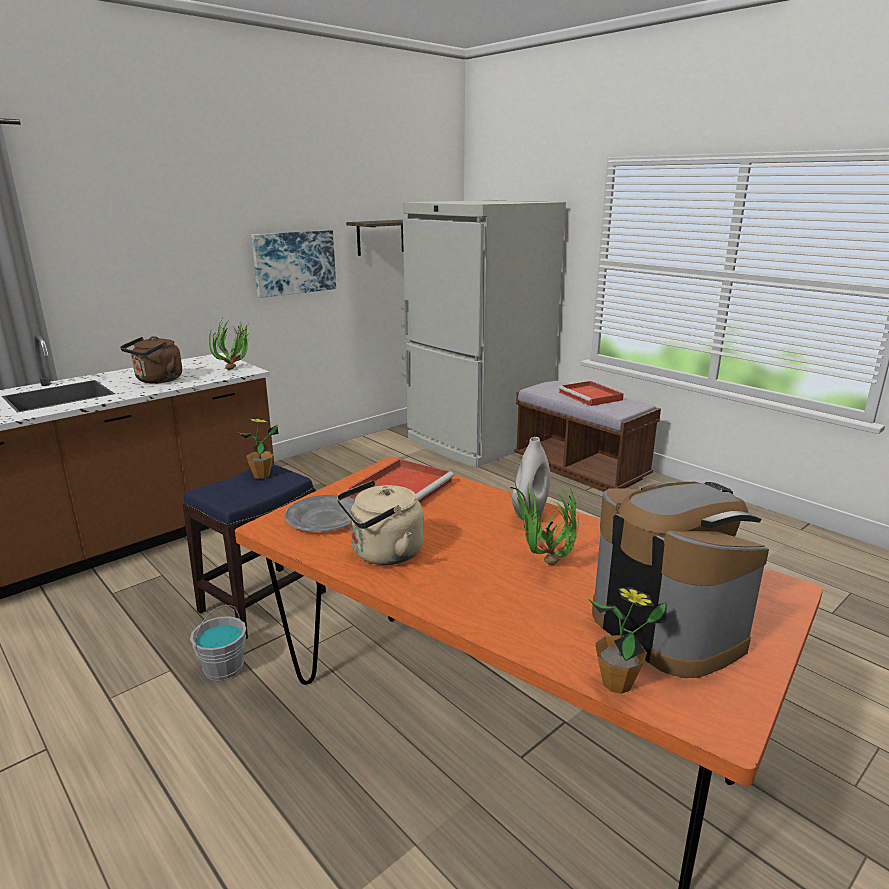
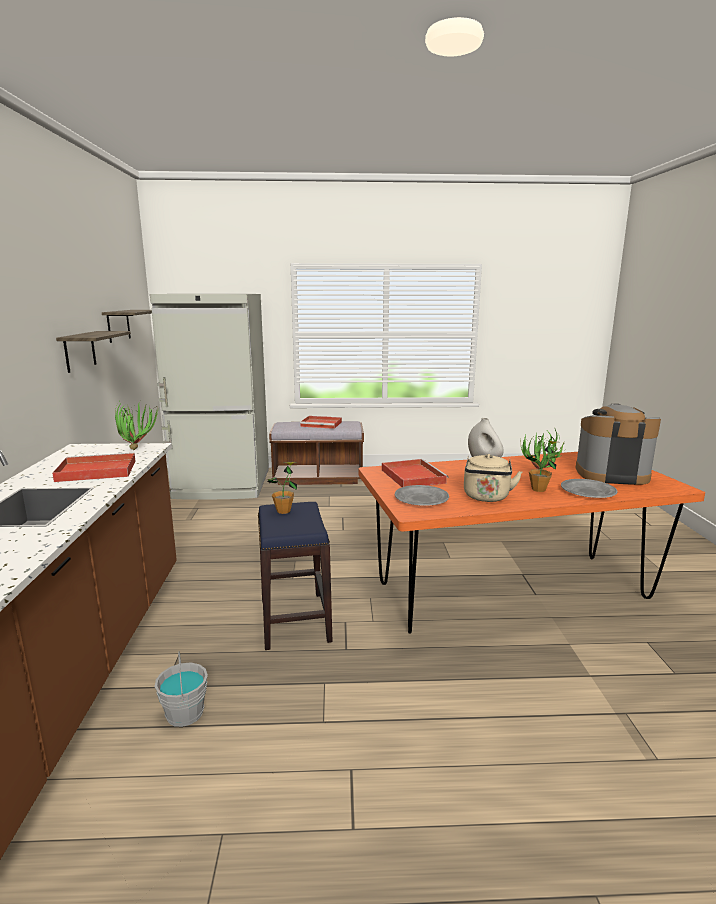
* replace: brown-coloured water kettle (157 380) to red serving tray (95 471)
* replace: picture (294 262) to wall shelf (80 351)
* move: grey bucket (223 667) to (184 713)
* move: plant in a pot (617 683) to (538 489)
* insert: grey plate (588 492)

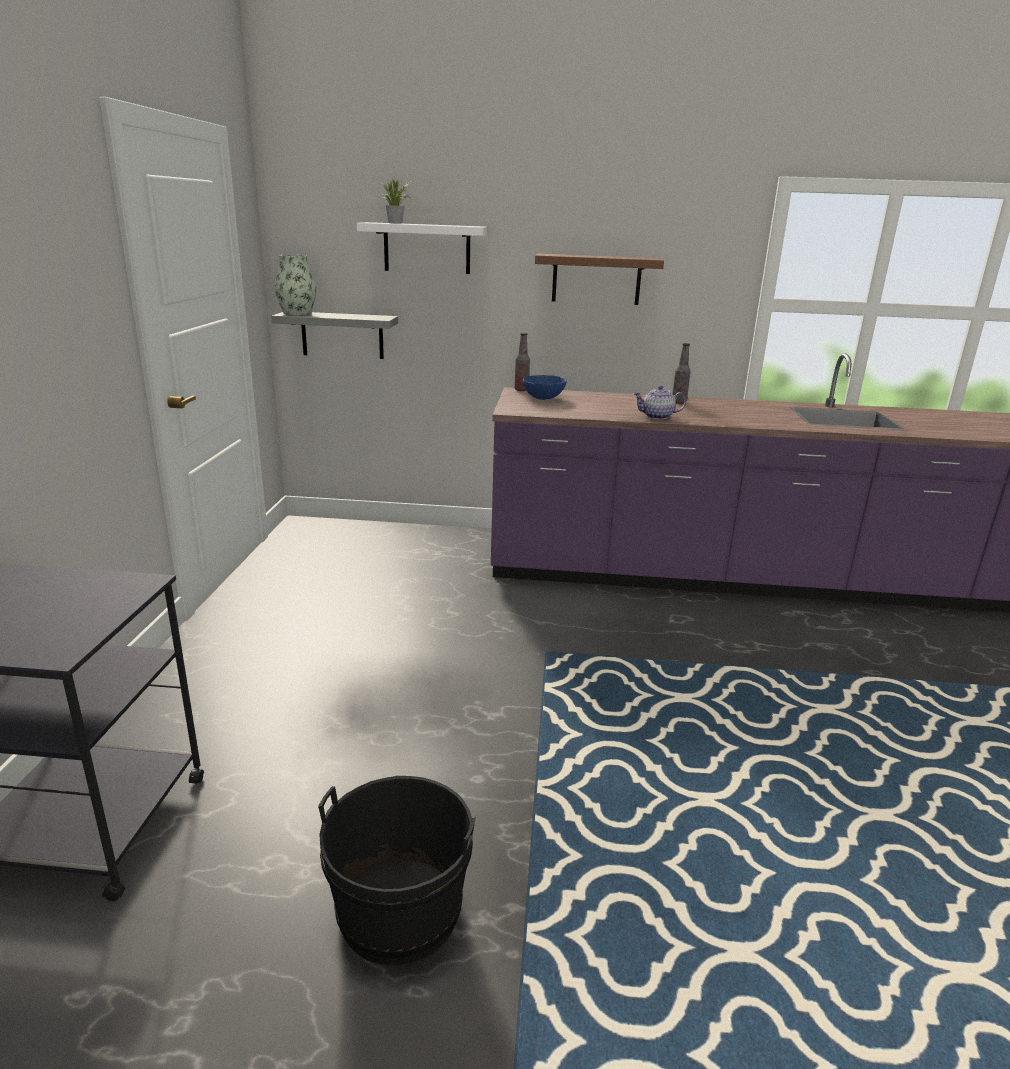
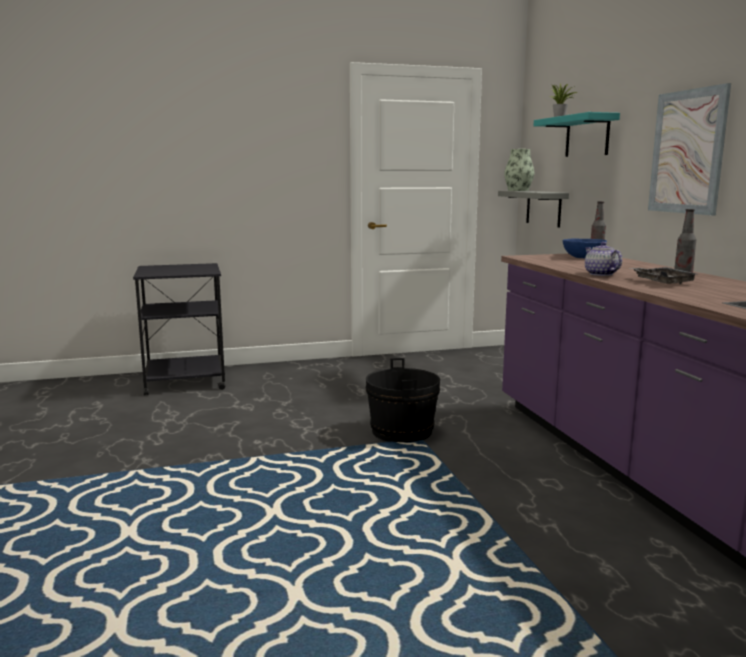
* move: black-coloured bucket (399 911) to (402 431)
* recolor: whitish wall shelf (427 248) to turquoise wall shelf (587 136)
* insert: grey serving tray (662 282)
* replace: brown-coloured wall shelf (596 279) to picture (687 152)

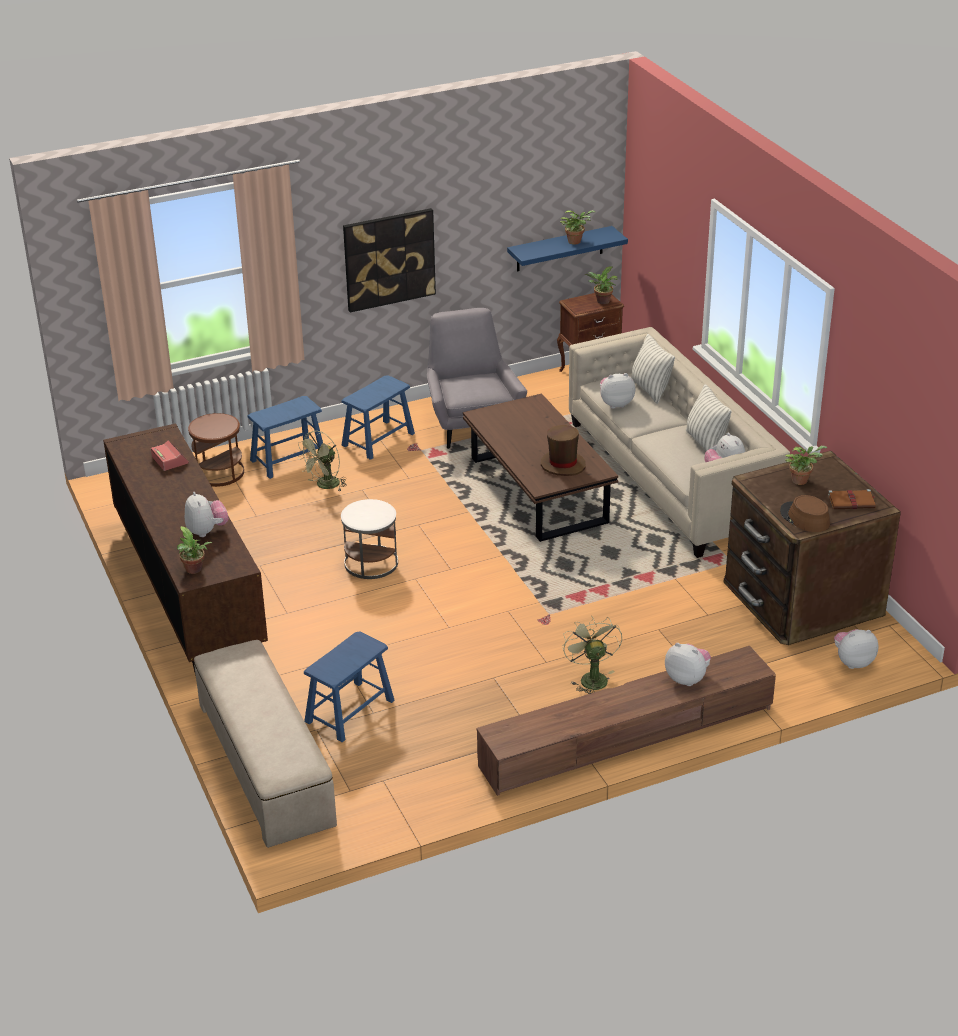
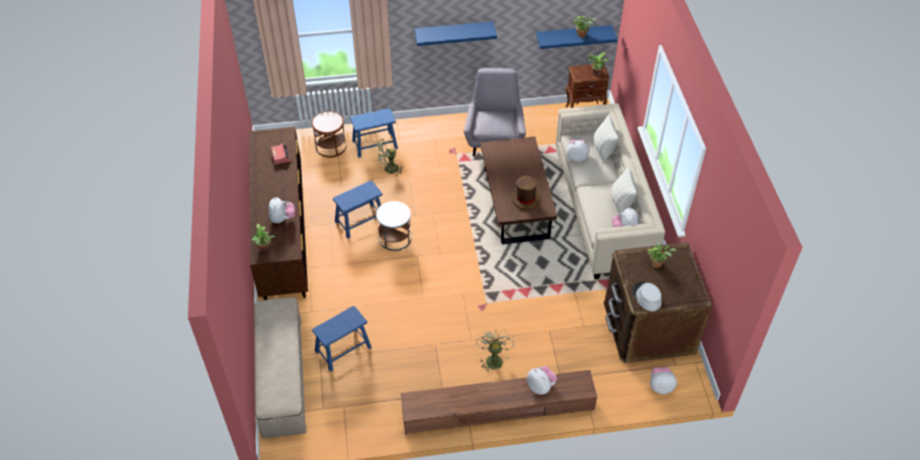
* move: bluish stool (378 439) to (360 220)
* replace: picture (389 259) to bluish wall shelf (454 32)
* recolor: brown-coloured clothing hat (804 518) to grey clothing hat (646 297)
* delete: brown-coloured volume (852 501)

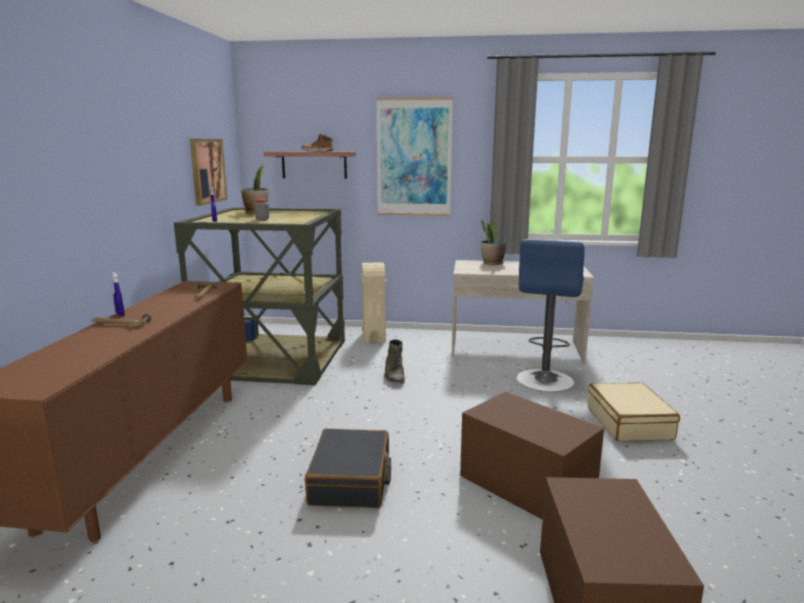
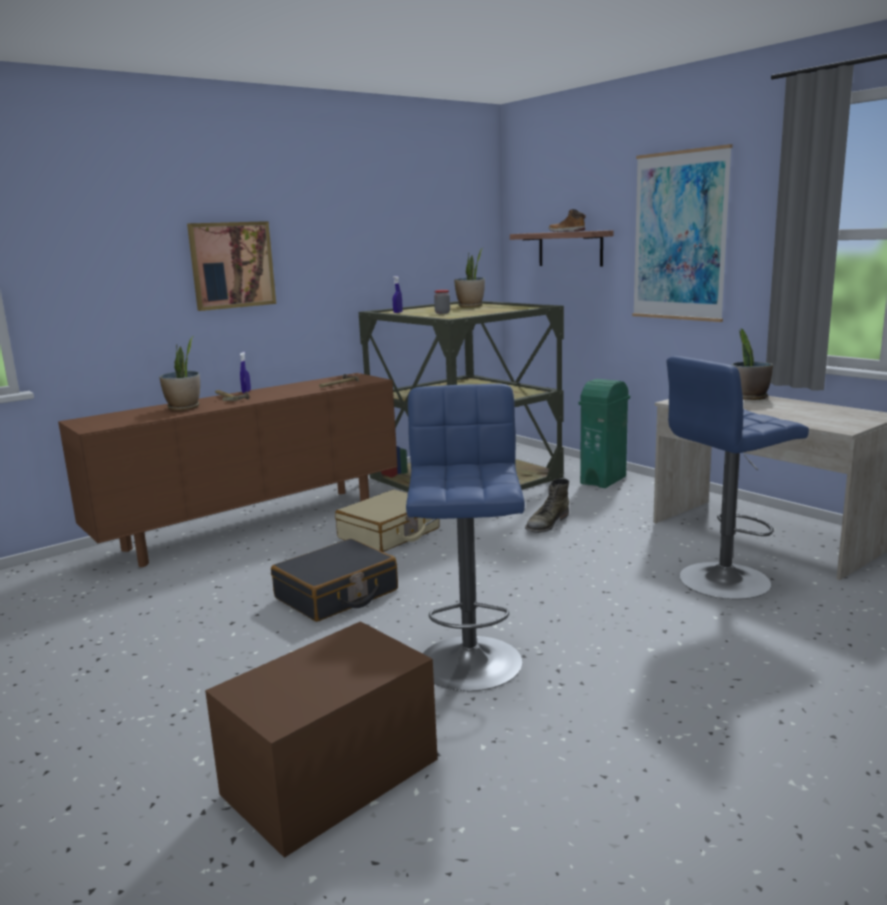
* insert: plant in a pot (184 407)
* move: picture (207 171) to (232 265)
* move: beige-coloured travel case (629 423) to (389 534)
* replace: brown-coloured storage box (526 484) to bluish stool (471 662)
* recolor: beige-coloured waste bin (374 337) to green waste bin (604 480)

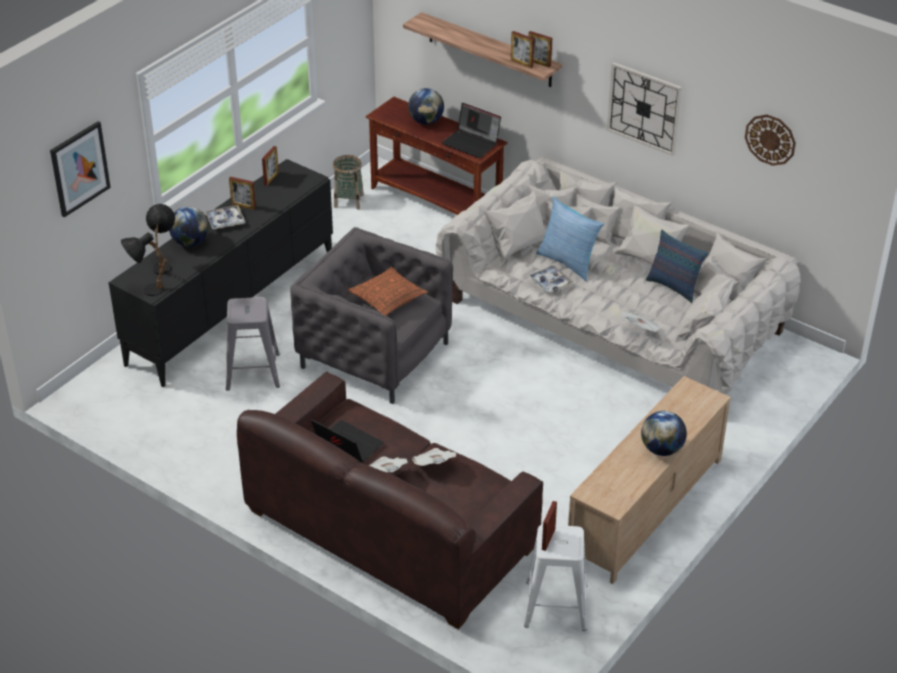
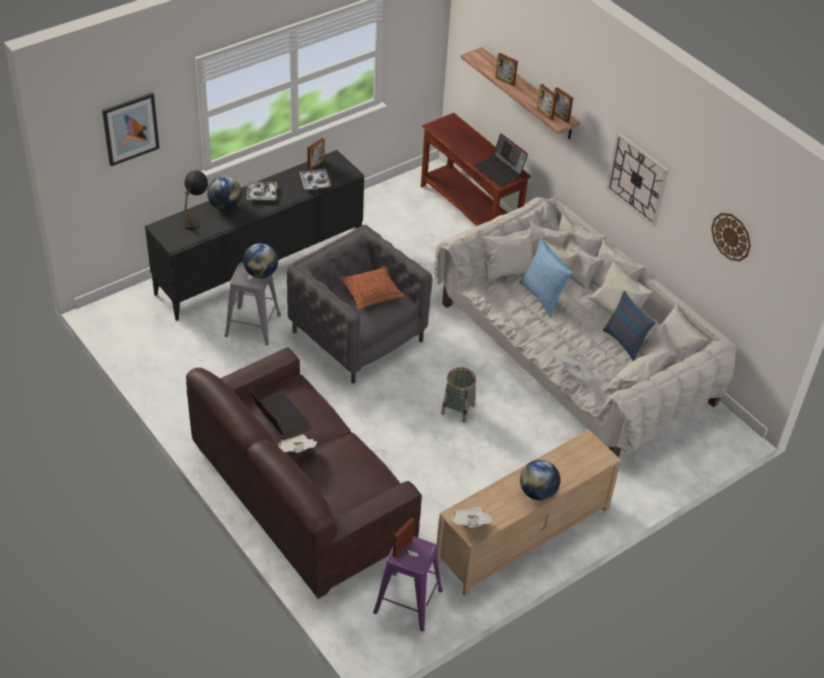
* move: desk globe (426 121) to (261 273)
* move: serving tray (549 283) to (315 182)
* recolor: whitish stool (556 605) to purplish stool (408 601)
* move: basket (348 201) to (458 409)
* move: printed paper (434 465) to (471 523)
* move: picture frame (243 206) to (505 81)
* delete: black-coloured tabletop lamp (146 290)

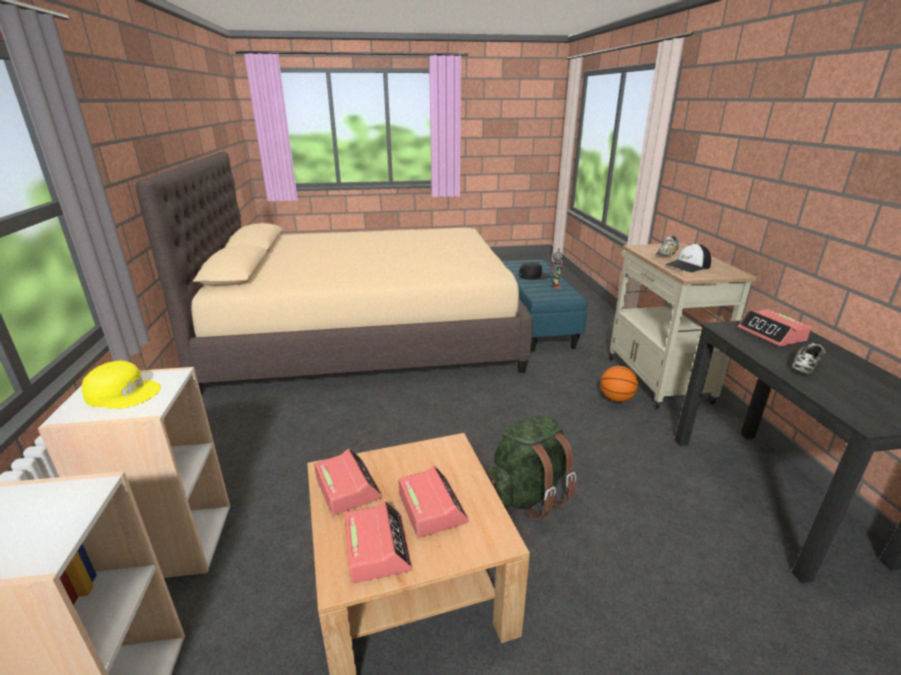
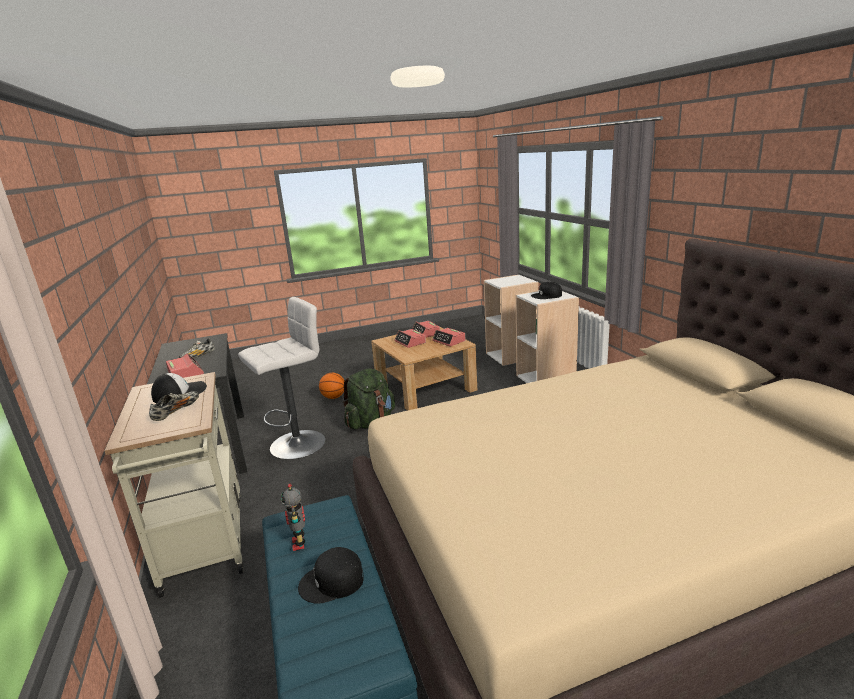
* insert: whitish stool (298 444)
* move: ball for basketball (616 399) to (334 397)
* recolor: yellow cap (124 393) to black-coloured cap (547 295)

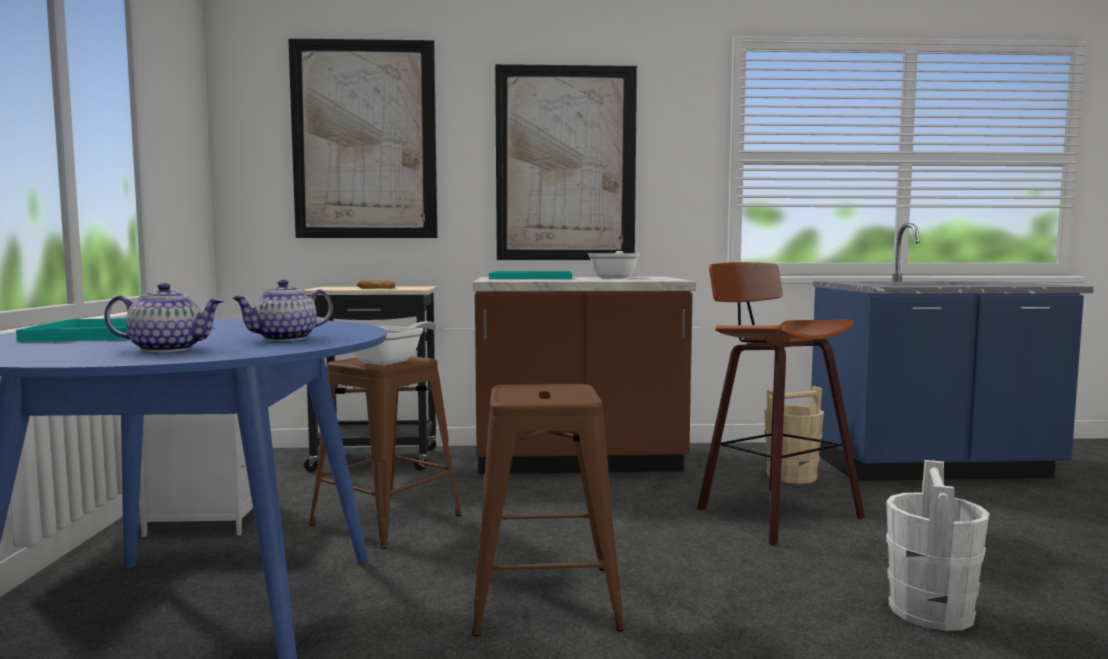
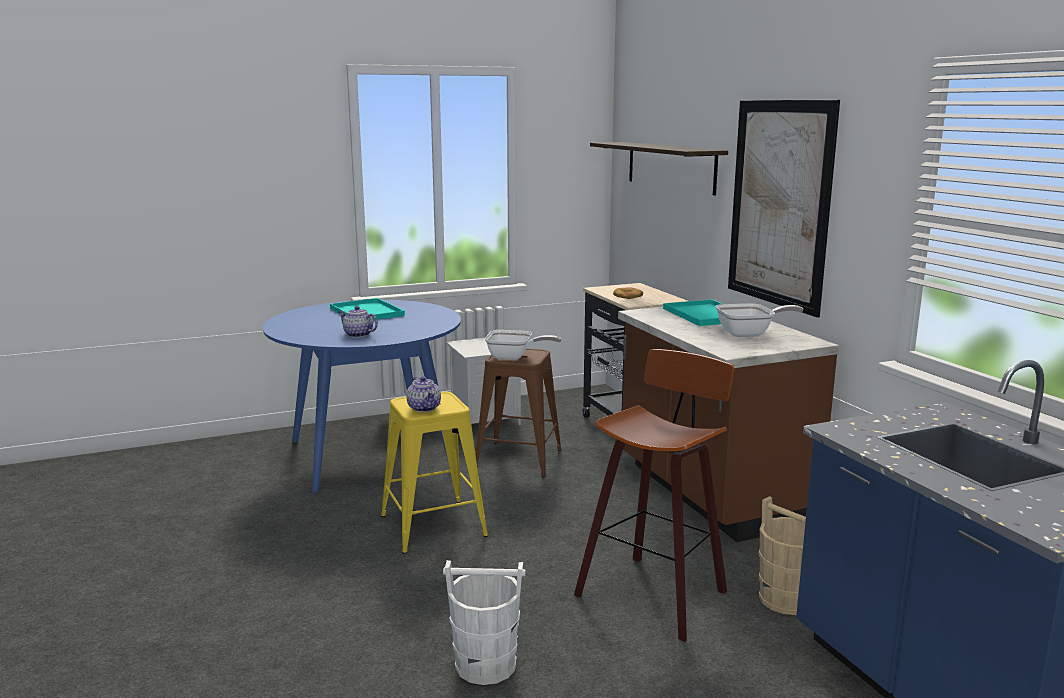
* recolor: brown-coloured stool (545 599) to yellow stool (433 525)
* move: pot for tea (168 349) to (424 408)
* replace: picture (364 140) to wall shelf (670 166)

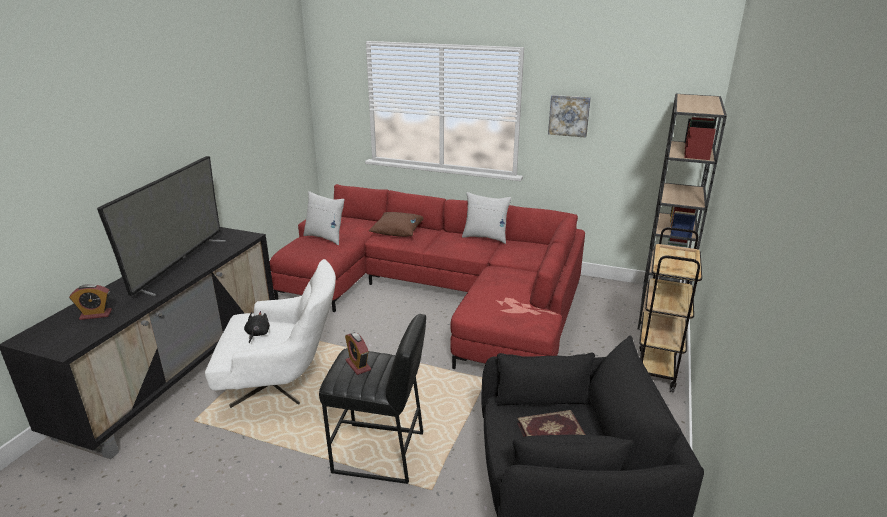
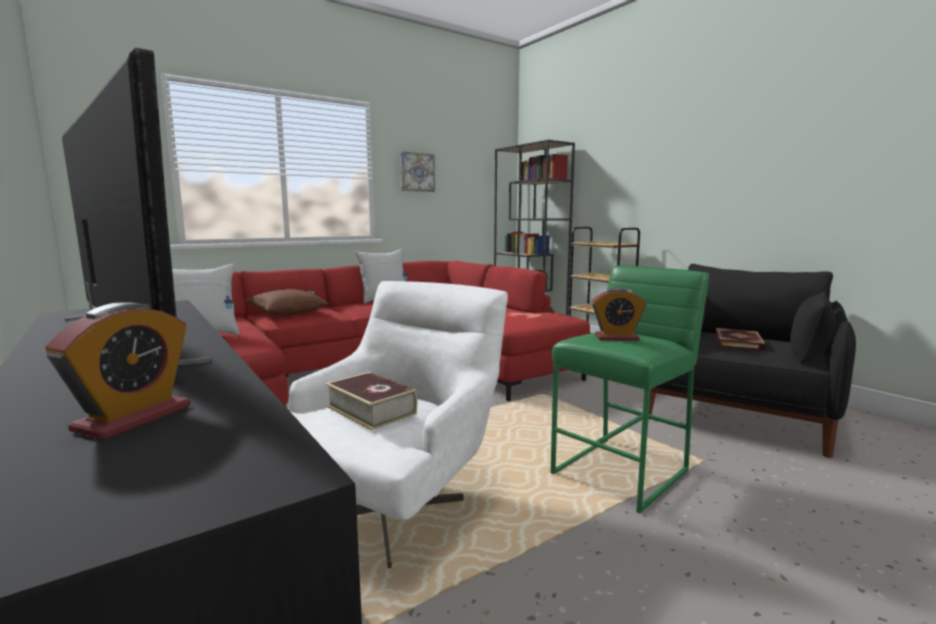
* replace: black-coloured cuddly toy (257 334) to volume (371 410)
* recolor: black-coloured stool (380 452) to green stool (621 471)

